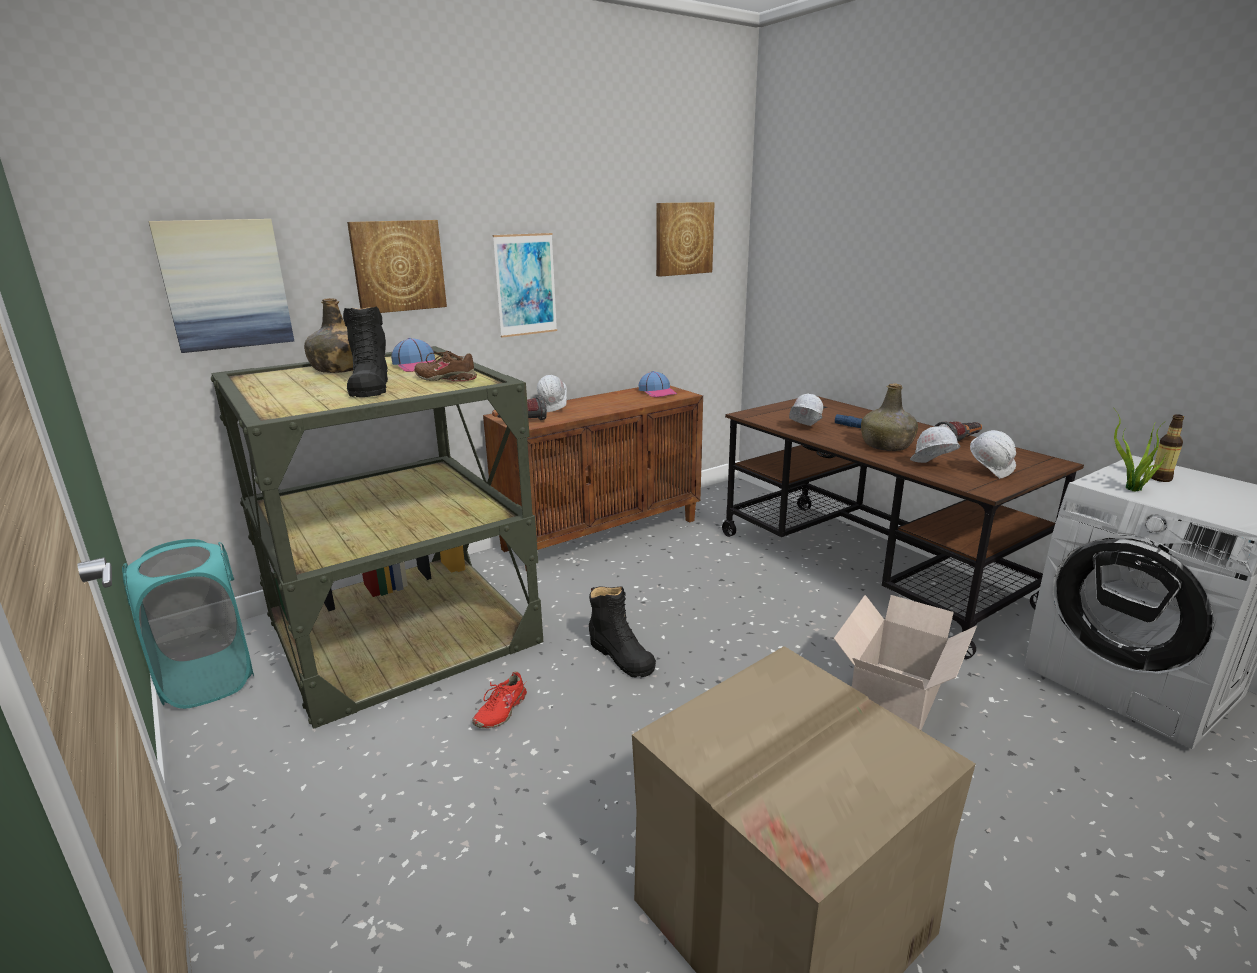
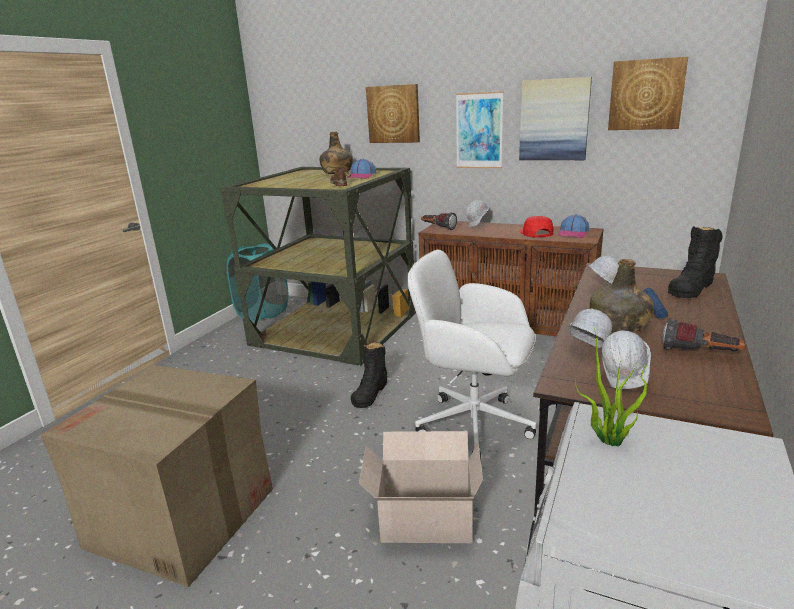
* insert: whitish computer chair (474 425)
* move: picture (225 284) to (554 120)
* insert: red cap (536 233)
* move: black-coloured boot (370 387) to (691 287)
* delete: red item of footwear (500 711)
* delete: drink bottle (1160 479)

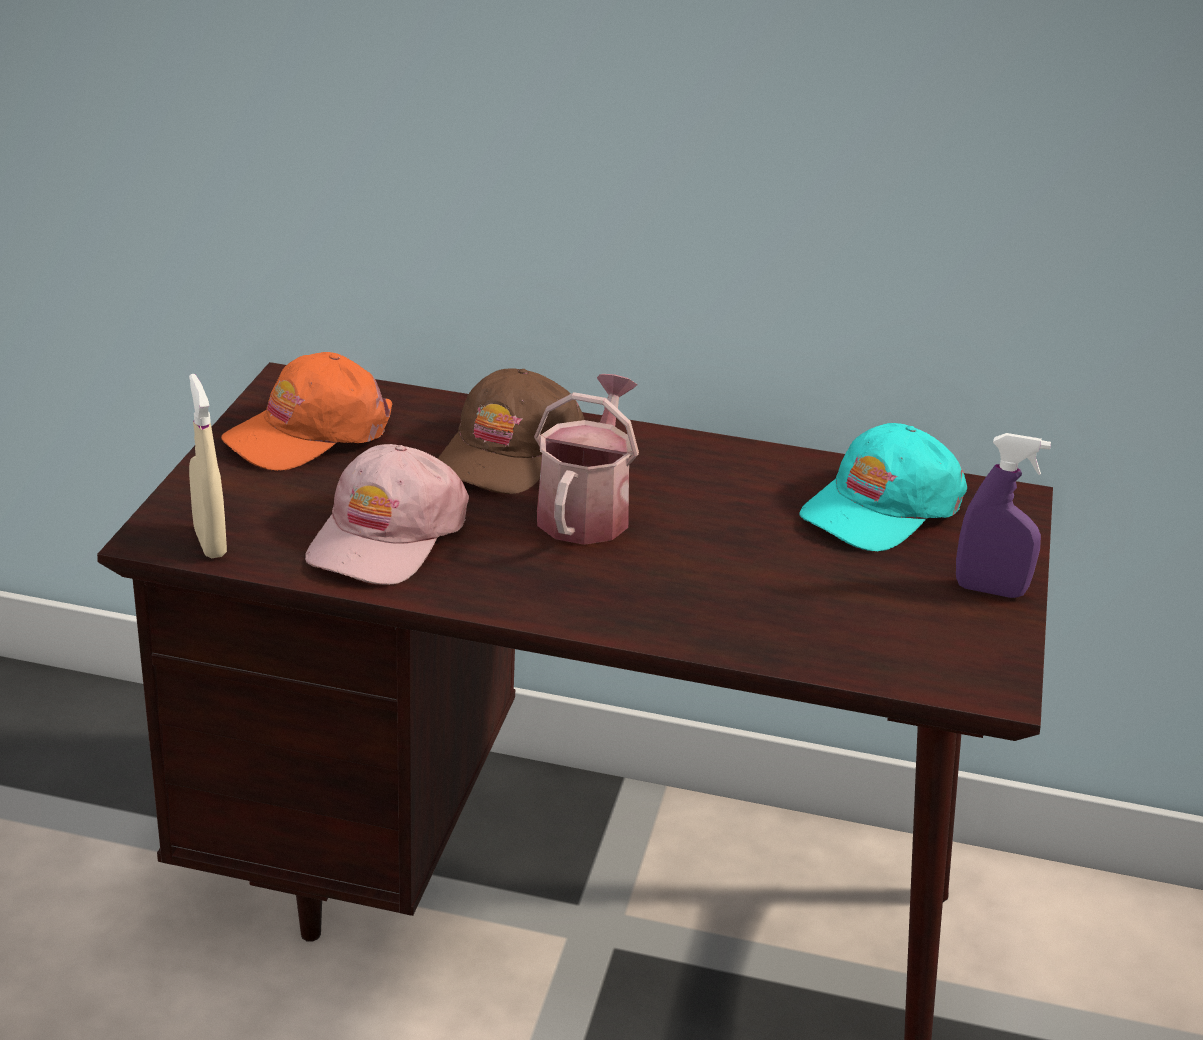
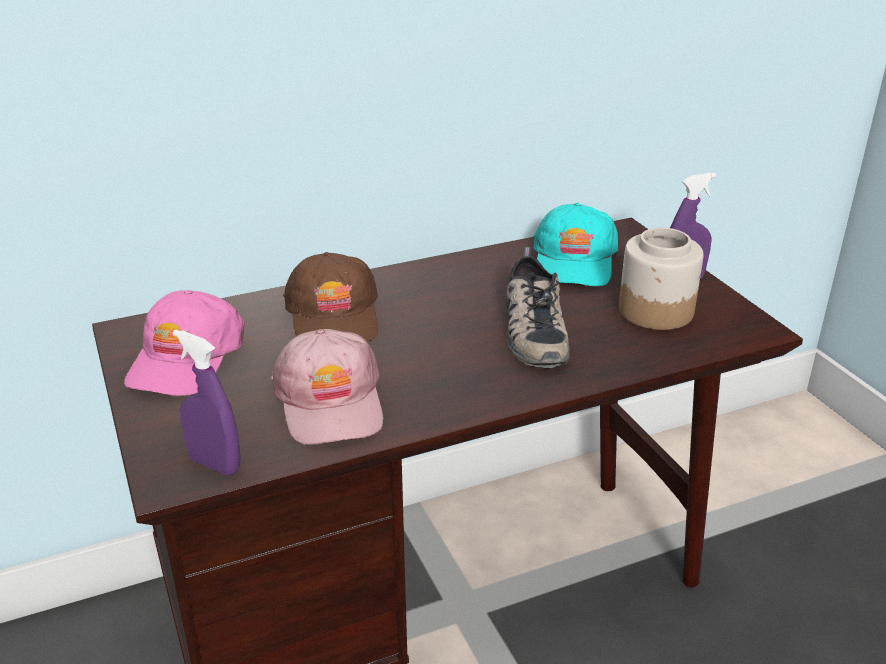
* recolor: orange-coloured cap (308 433) to pink-coloured cap (185 358)
* recolor: beige-coloured sprayer (210 543) to purplish sprayer (215 465)
* insert: item of footwear (531 330)
* insert: preserve jar (656 311)
* delete: watering pot (586 510)

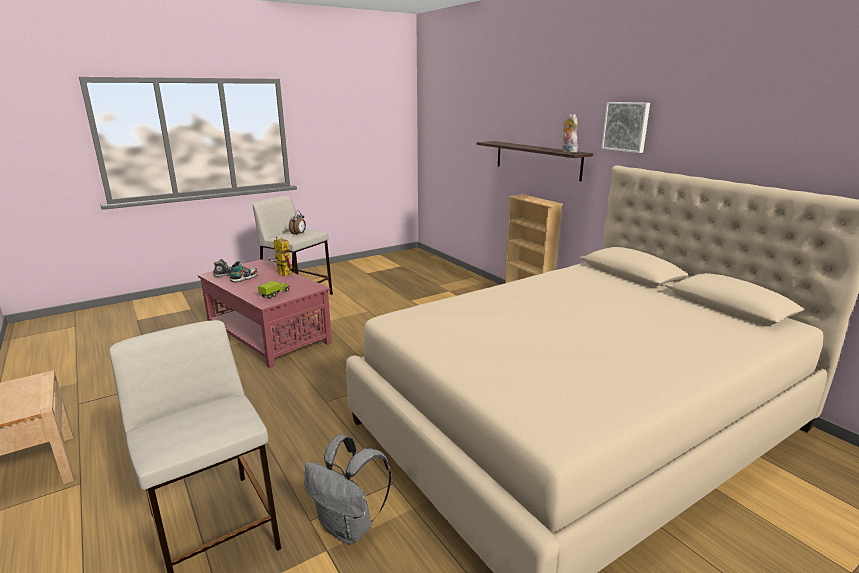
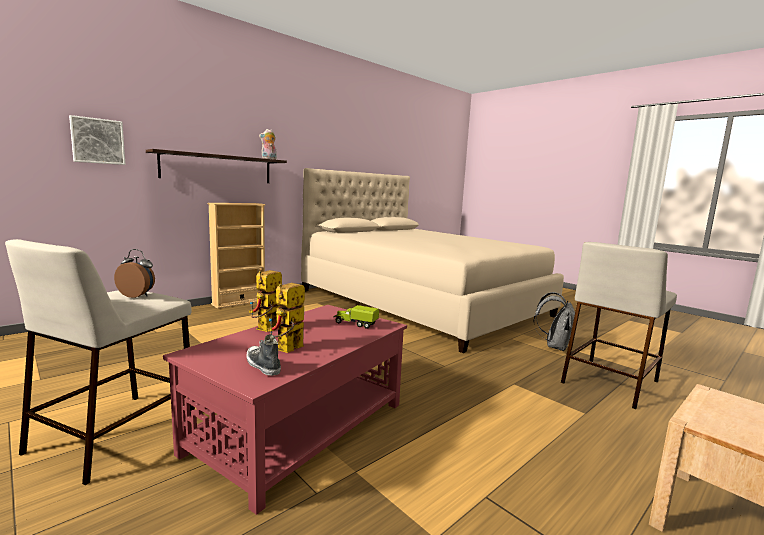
* move: picture (626 126) to (98 141)
* replace: item of footwear (244 278) to model robot (287 350)

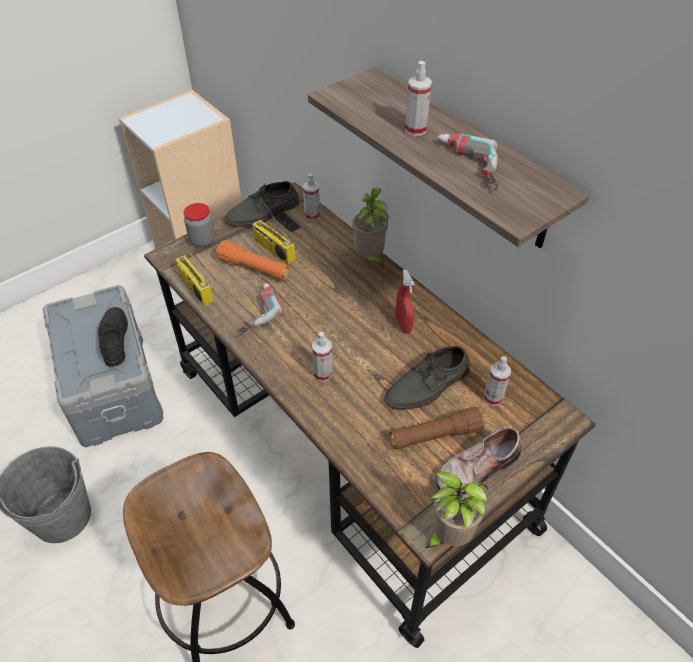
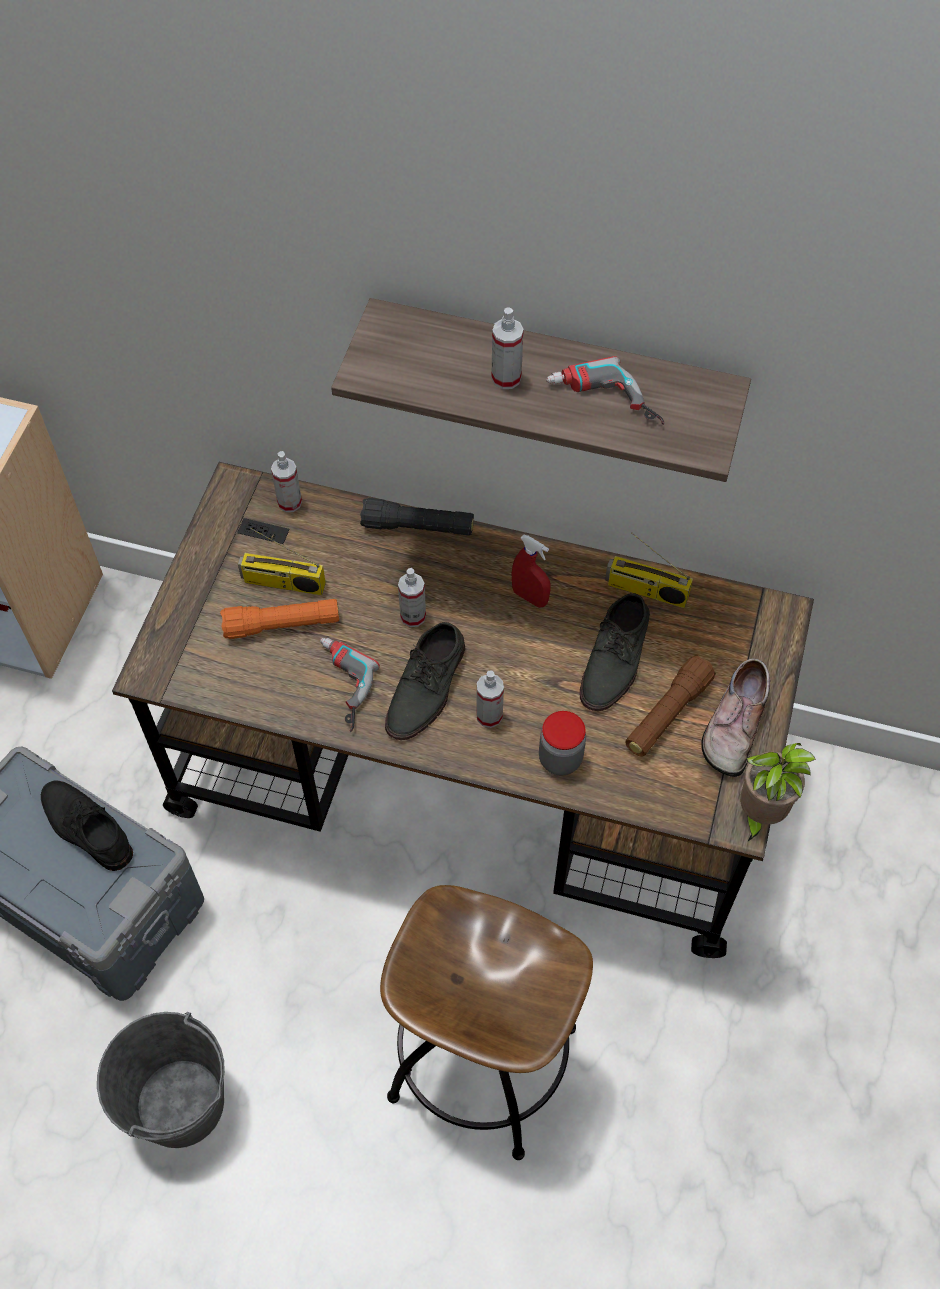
* replace: plant in a pot (370 258) to black-coloured flashlight (418 527)
* move: grey item of footwear (263 213) to (427 687)
* move: sprayer (493 397) to (413 616)
* move: preserve jar (202 240) to (560 759)
* move: radio set (194 287) to (645 591)

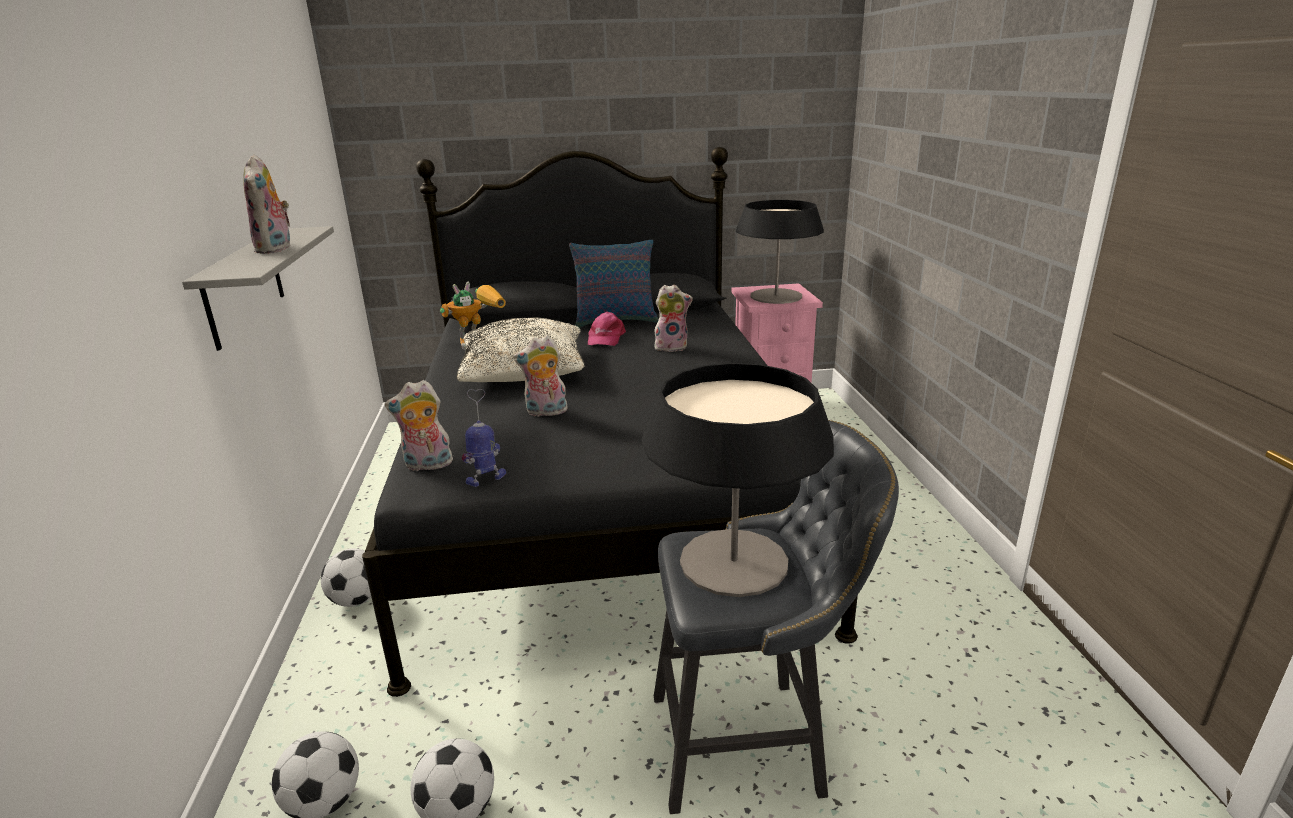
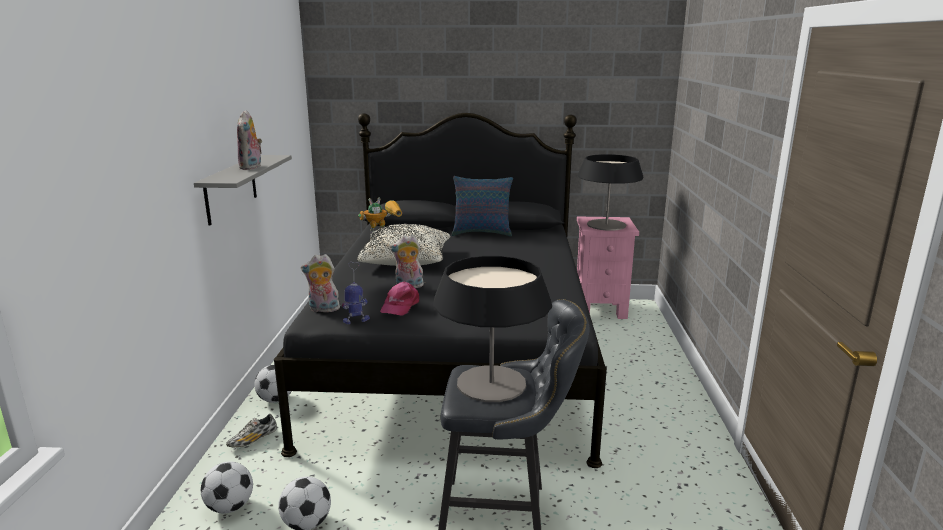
* insert: item of footwear (253 440)
* move: pink-coloured cap (605 338) to (400 306)
* delete: cuddly toy (671 347)

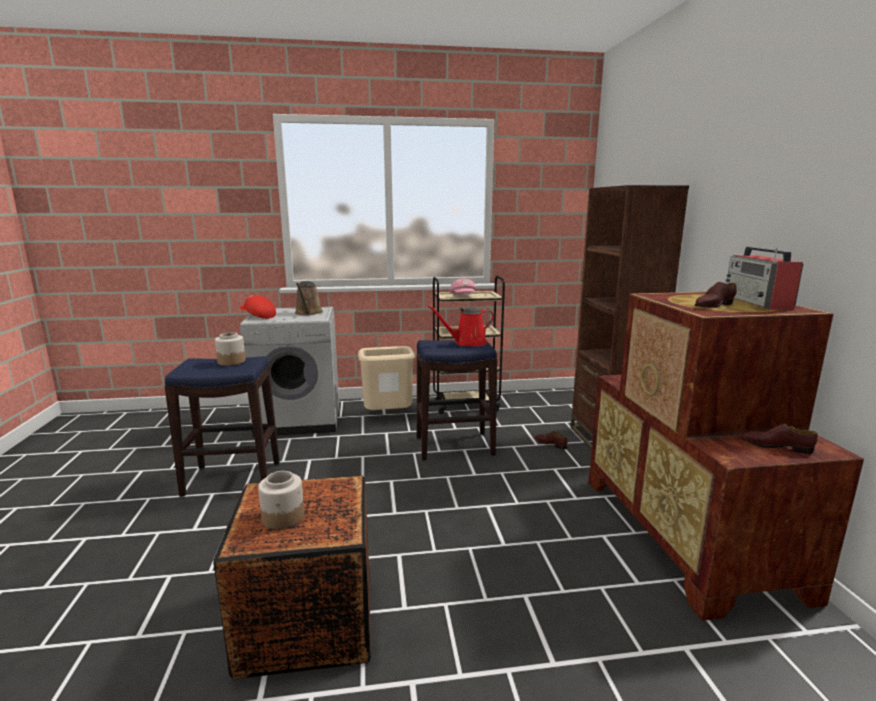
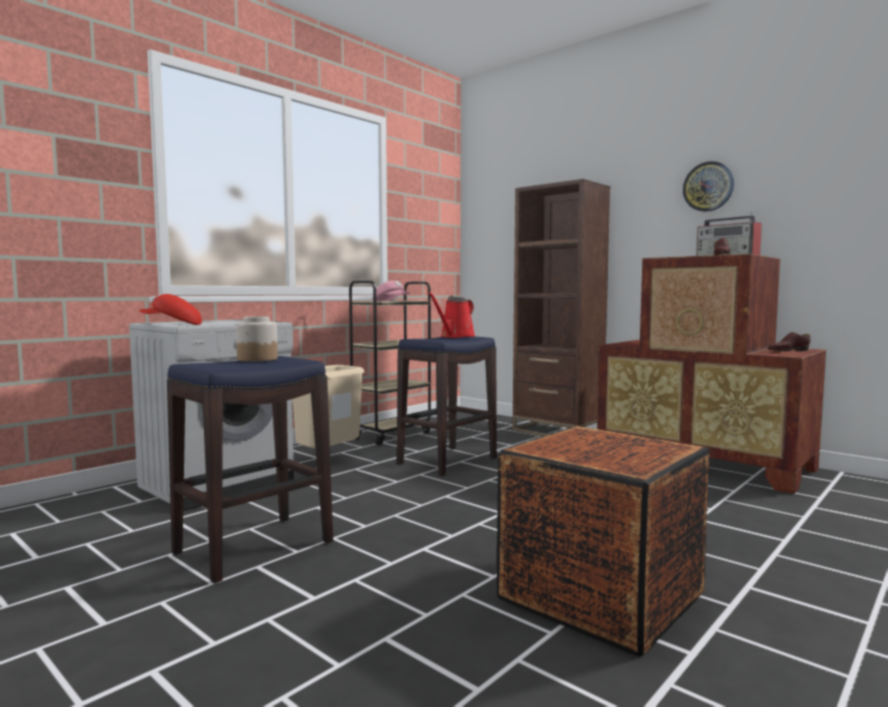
* insert: clock on the wall (708 186)
* delete: preserve jar (283 517)
* delete: brown-coloured watering pot (308 313)
* delete: brown-coloured item of footwear (550 444)

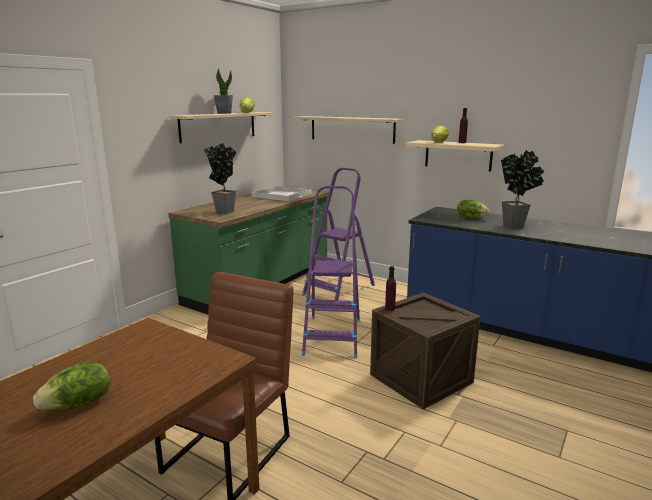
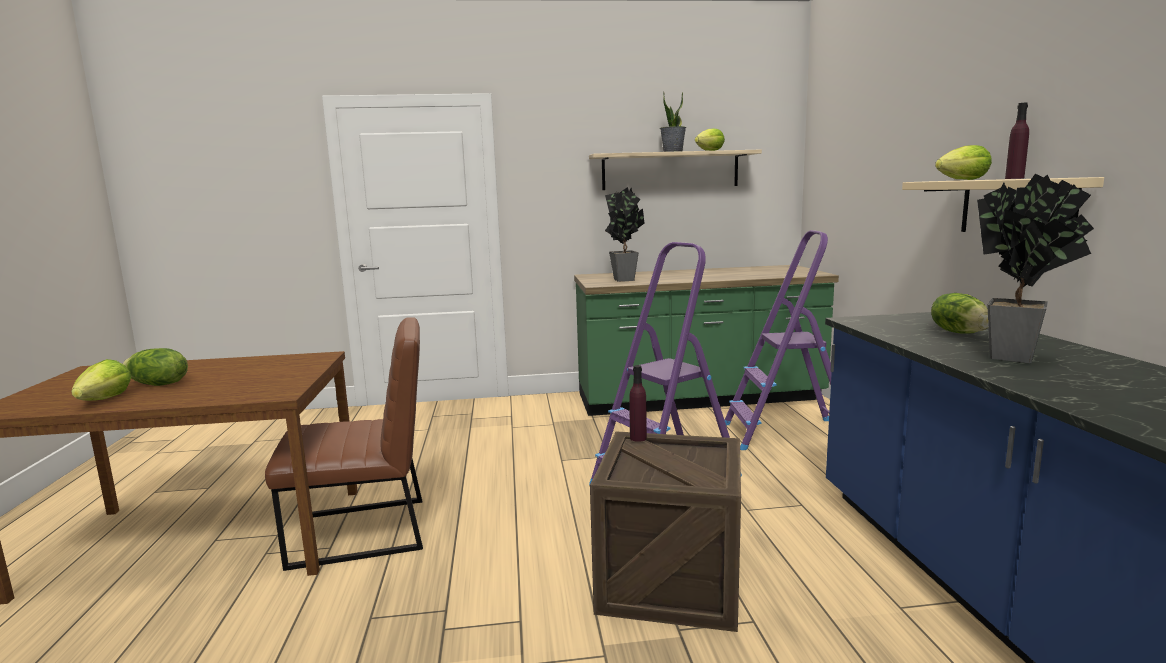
* insert: head of lettuce (105 400)
* delete: whitish serving tray (282 195)
* delete: wall shelf (351 129)

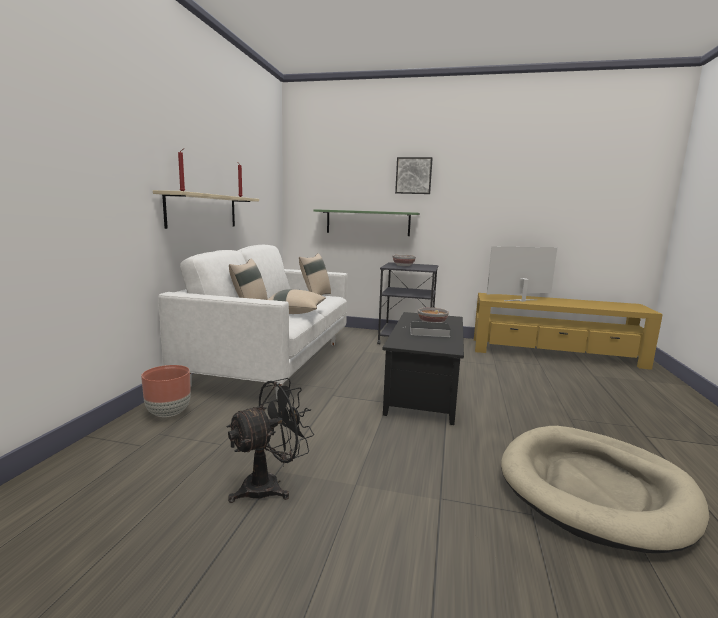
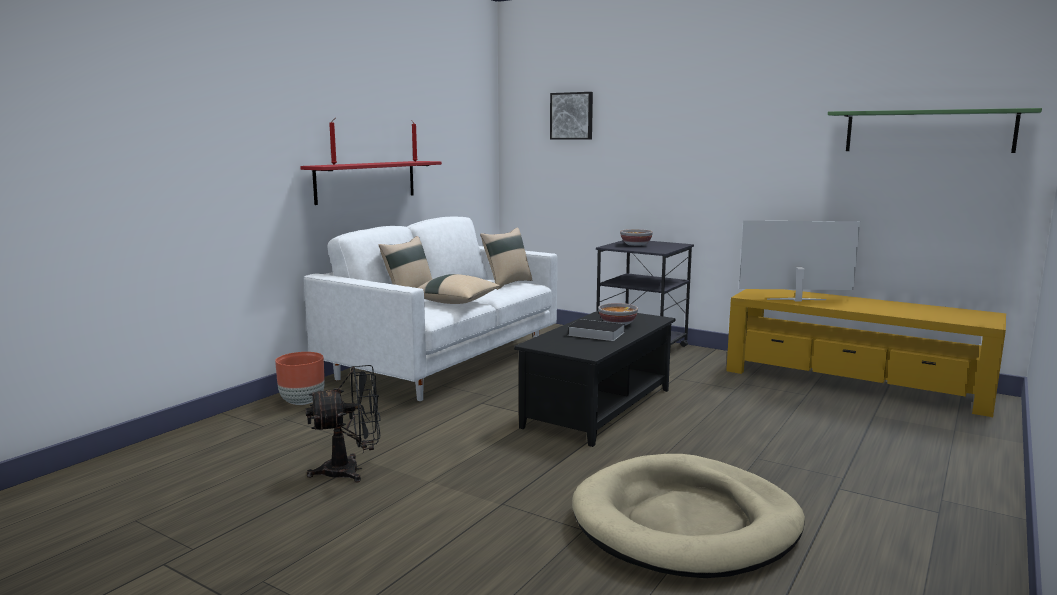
* recolor: beige-coloured wall shelf (203 211) to red wall shelf (366 181)
* move: picture (413 176) to (572 116)
* move: green wall shelf (367 222) to (928 131)

